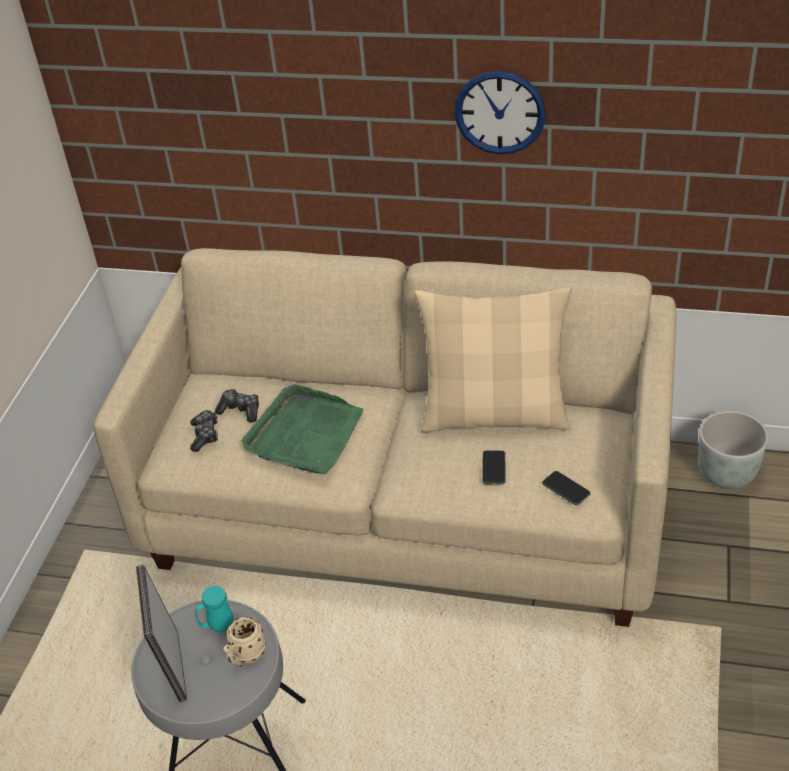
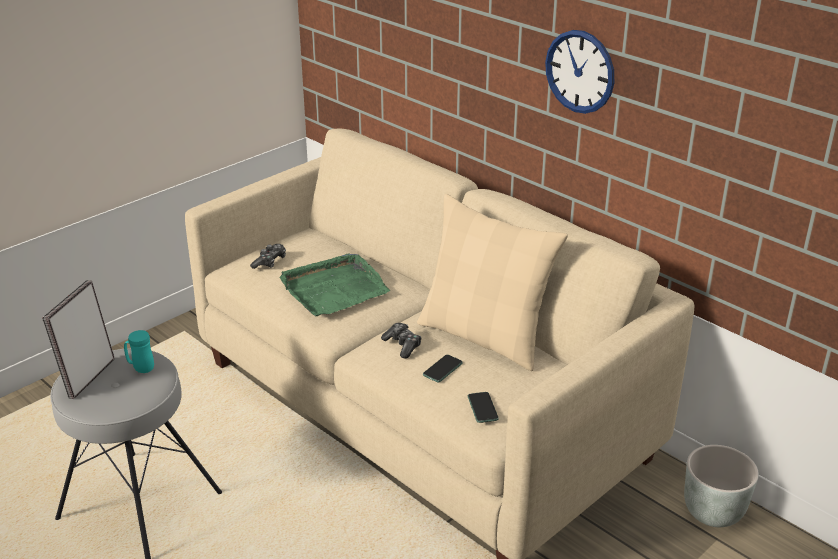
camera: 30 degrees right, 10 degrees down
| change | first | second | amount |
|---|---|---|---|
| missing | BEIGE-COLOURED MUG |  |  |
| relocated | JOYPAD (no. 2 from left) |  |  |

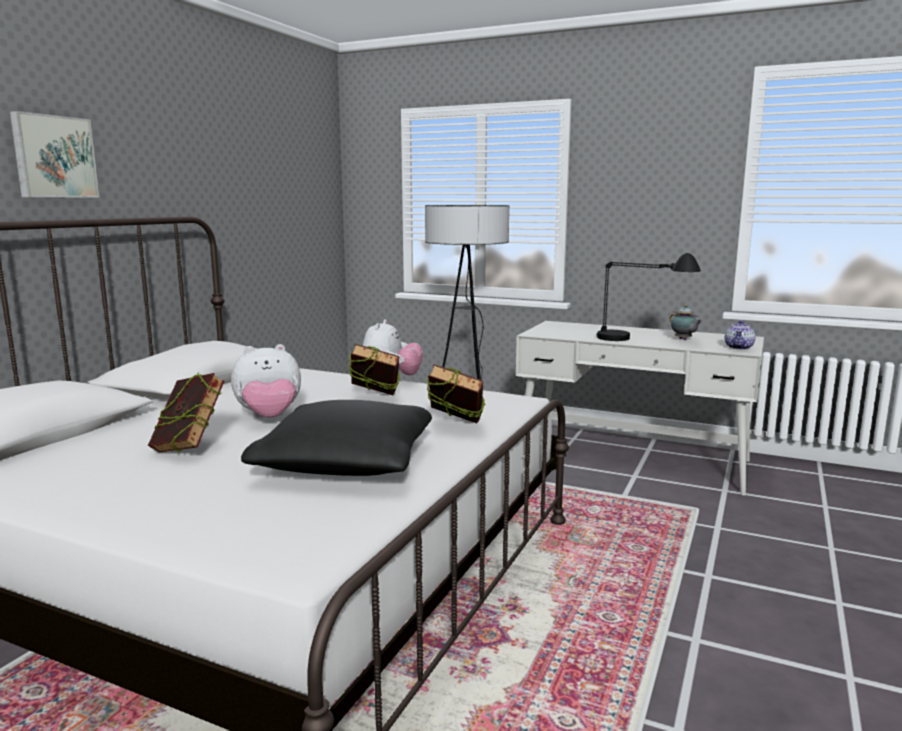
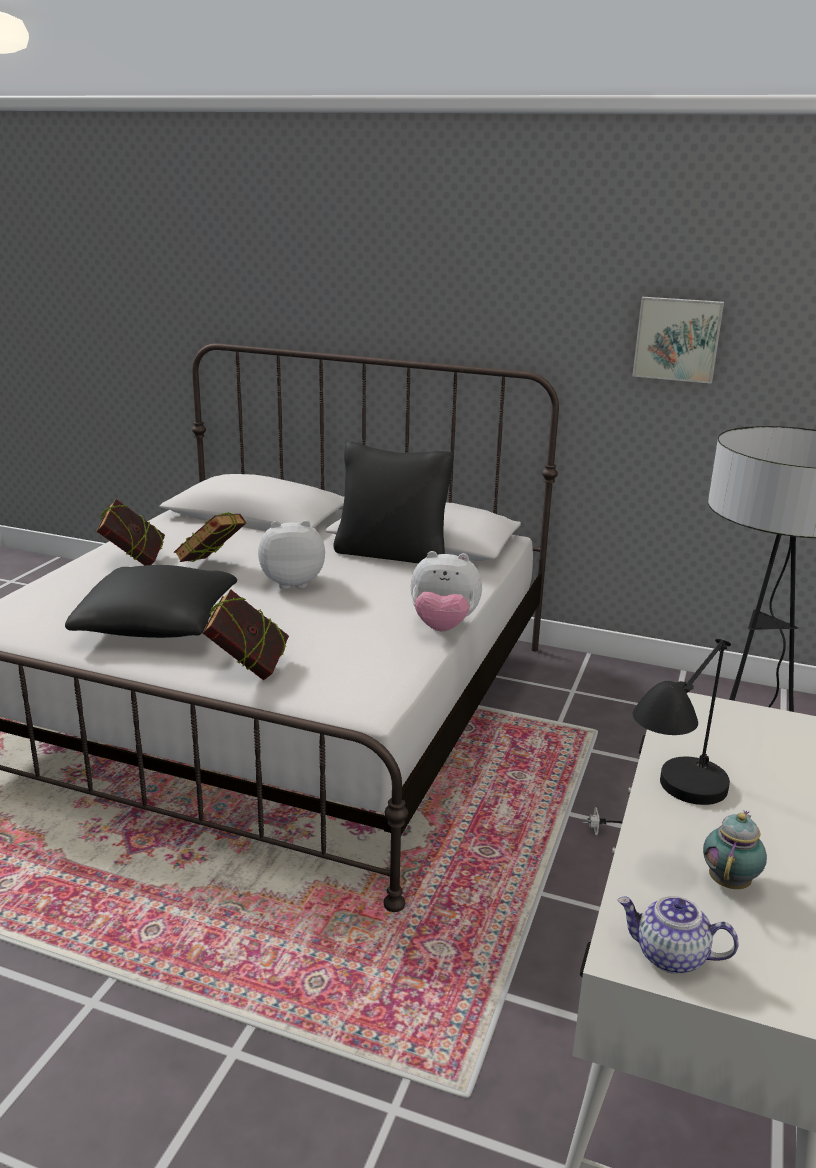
camera: 85 degrees right, 10 degrees up
| change | first | second | amount |
|---|---|---|---|
| appeared |  | BLACKISH PILLOW (no. 2 from left) |  |
| relocated | PICTURE |  |  |
| relocated | BOOK (no. 2 from left in the first image) | BOOK (no. 1 from left) |  |
| spun | SOFT TOY (no. 1 from left) |  | 105 degrees clockwise |
| spun | POT FOR TEA (no. 1 from left in the first image) | POT FOR TEA (no. 2 from left) | 150 degrees clockwise |

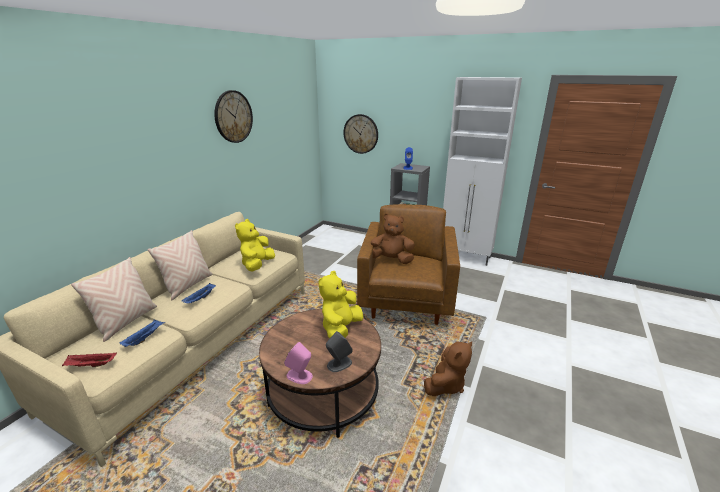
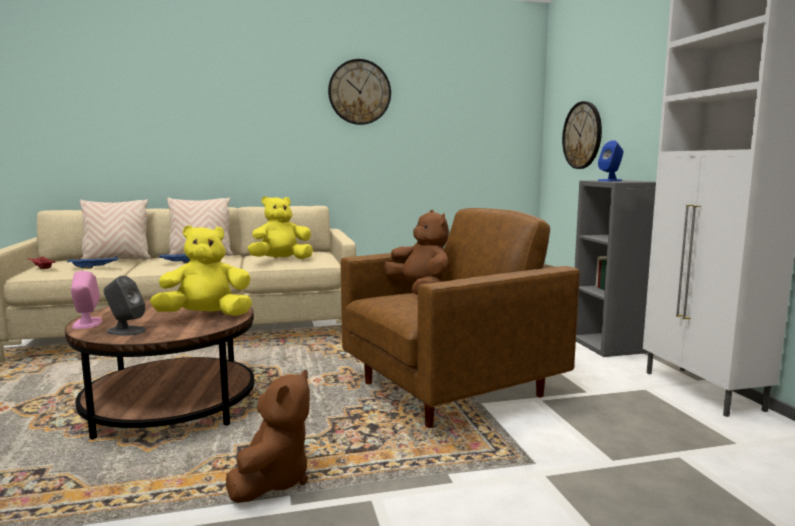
camera: 50 degrees right, 15 degrees down
| change | first | second | amount |
|---|---|---|---|
| spun | BROWNISH SOFT TOY (no. 2 from left in the first image) | BROWNISH SOFT TOY (no. 1 from left) | 75 degrees counterclockwise |

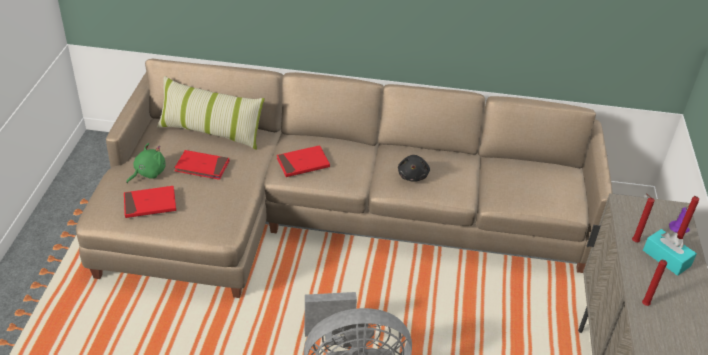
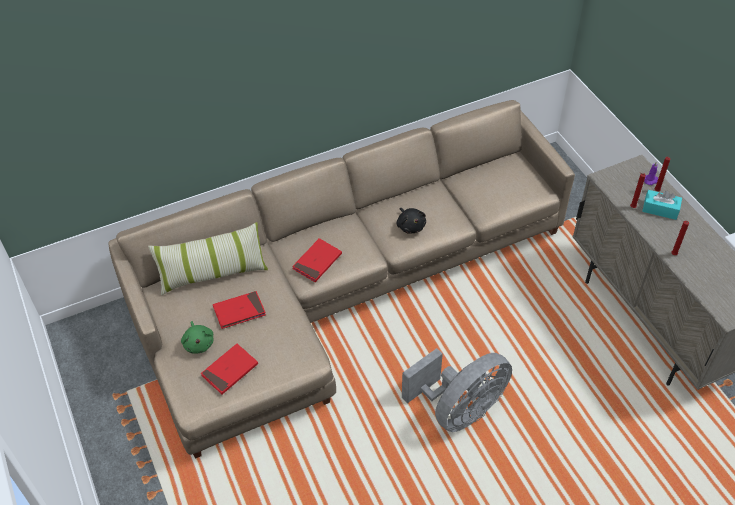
camera: 30 degrees left, 10 degrees up
| change | first | second | amount |
|---|---|---|---|
| spun | GREEN SOFT TOY |  | 150 degrees clockwise |

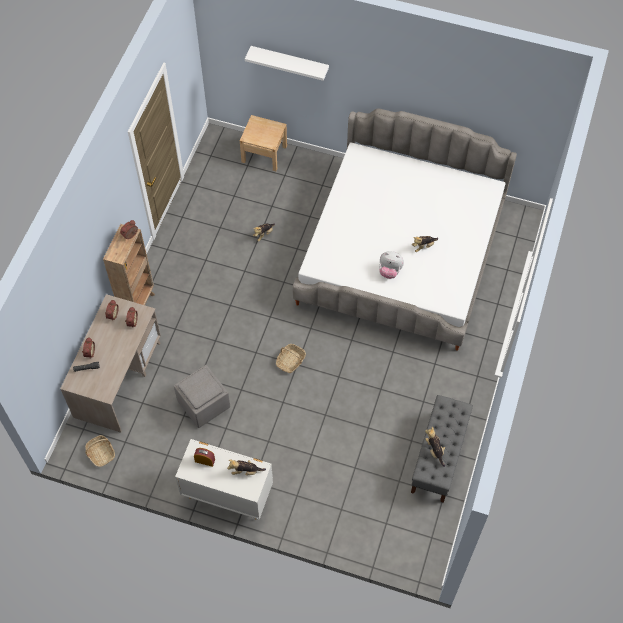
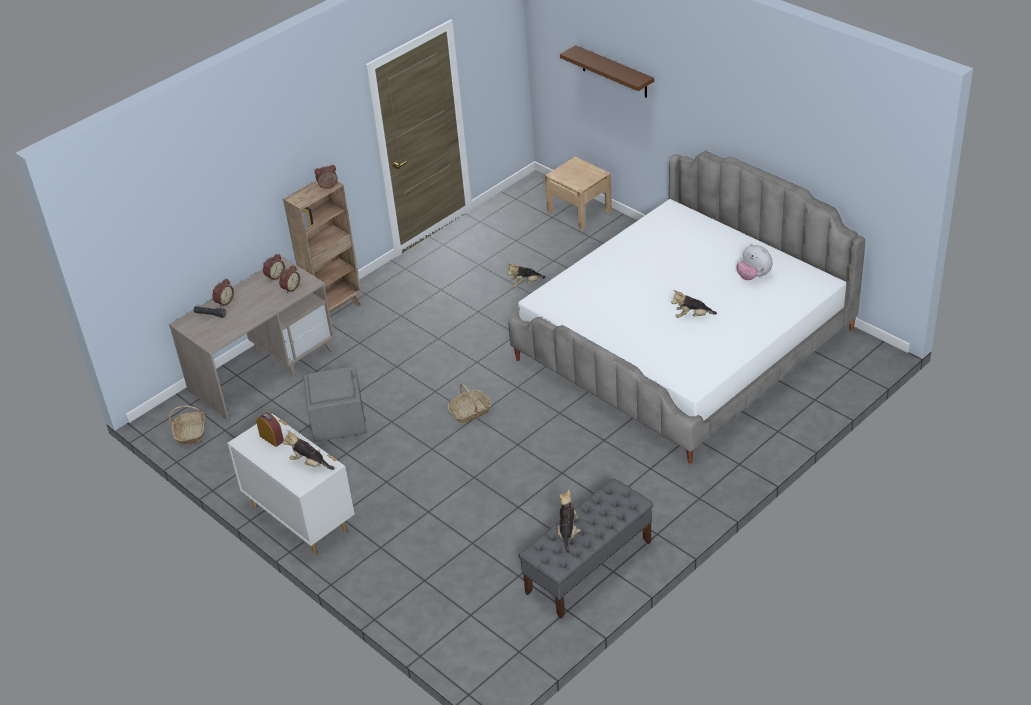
camera: 30 degrees right, 20 degrees down
| change | first | second | amount |
|---|---|---|---|
| relocated | SOFT TOY (no. 3 from left in the first image) | SOFT TOY (no. 5 from left) |  |
| colour | WHITE-COLOURED BRACKET SHELF | BROWNISH BRACKET SHELF |  |

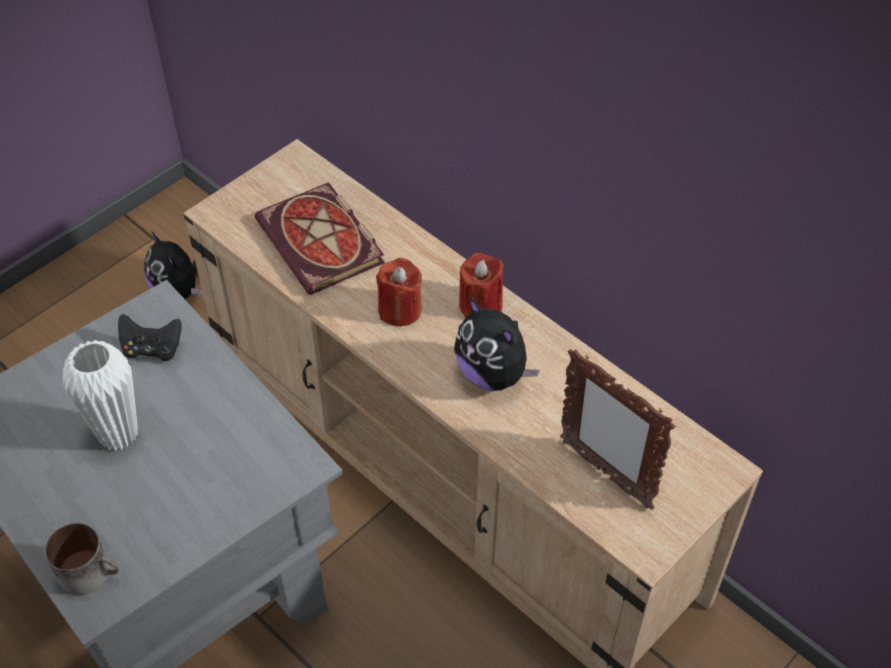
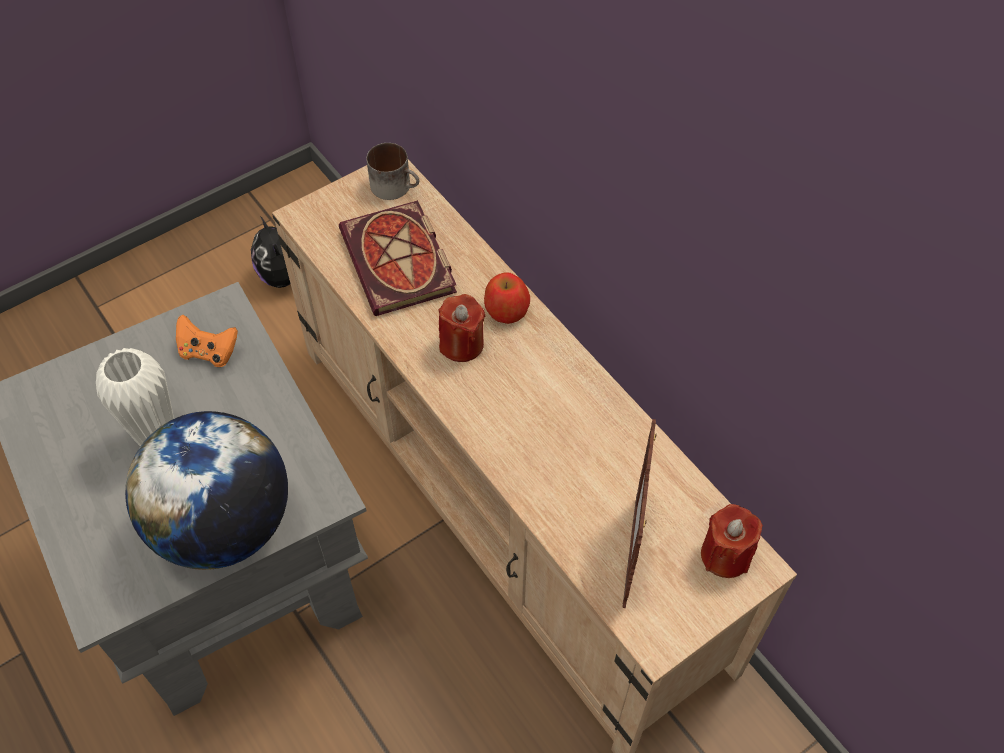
camera: 10 degrees right, 5 degrees up
| change | first | second | amount |
|---|---|---|---|
| missing | SOFT TOY (no. 2 from left) |  |  |
| appeared |  | DESK GLOBE |  |
| appeared |  | WHOLE APPLE |  |
| relocated | MUG |  |  |
| relocated | RED CANDLE (no. 2 from left) |  |  |
| colour | BLACKISH JOYPAD | ORANGE JOYPAD |  |
| spun | PHOTO FRAME |  | 45 degrees clockwise |

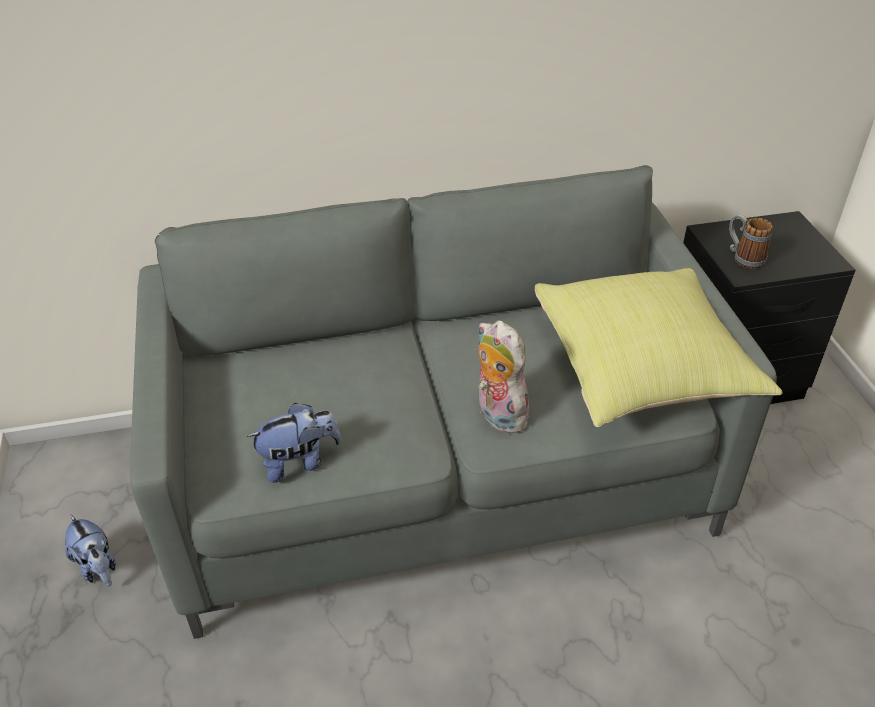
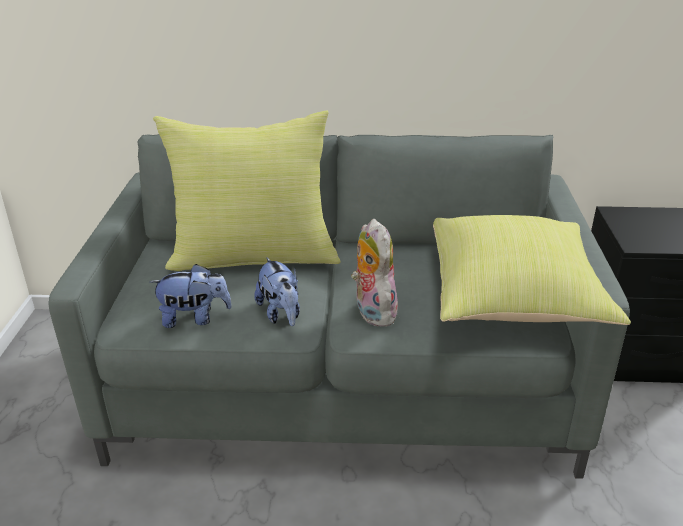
camera: 15 degrees right, 10 degrees down
| change | first | second | amount |
|---|---|---|---|
| missing | MUG |  |  |
| appeared |  | YELLOWISH PILLOW (no. 1 from left) |  |
| relocated | SOFT TOY (no. 1 from left in the first image) | SOFT TOY (no. 2 from left) |  |

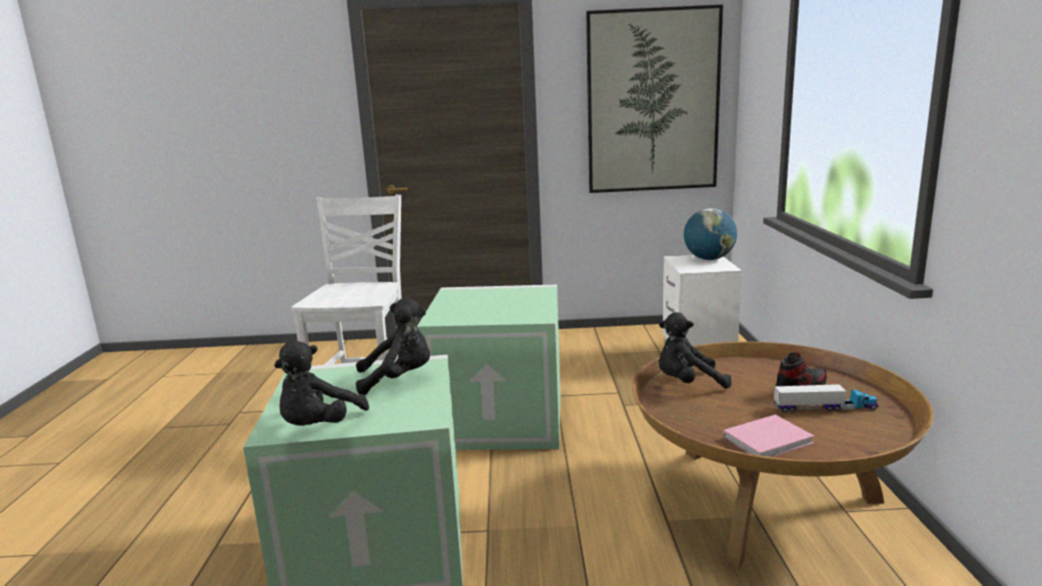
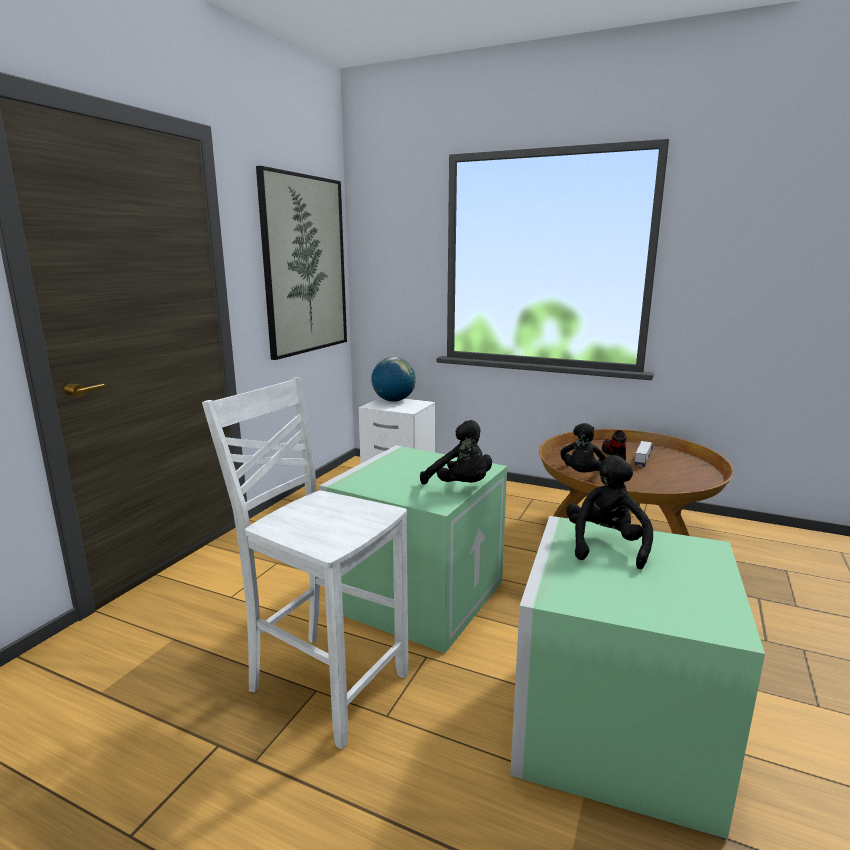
camera: 65 degrees left, 0 degrees up
| change | first | second | amount |
|---|---|---|---|
| missing | PINK-COLOURED BOOK |  |  |
| relocated | BLACKISH SOFT TOY (no. 1 from left) |  |  |

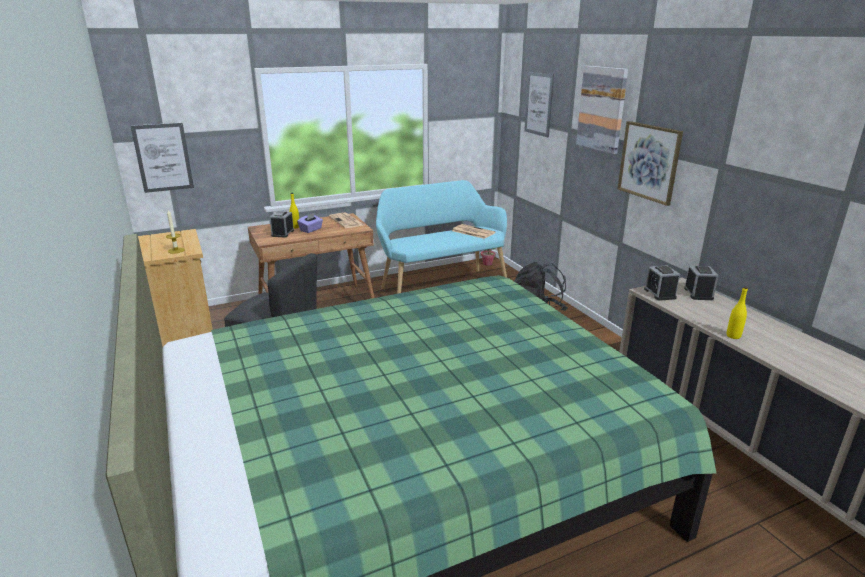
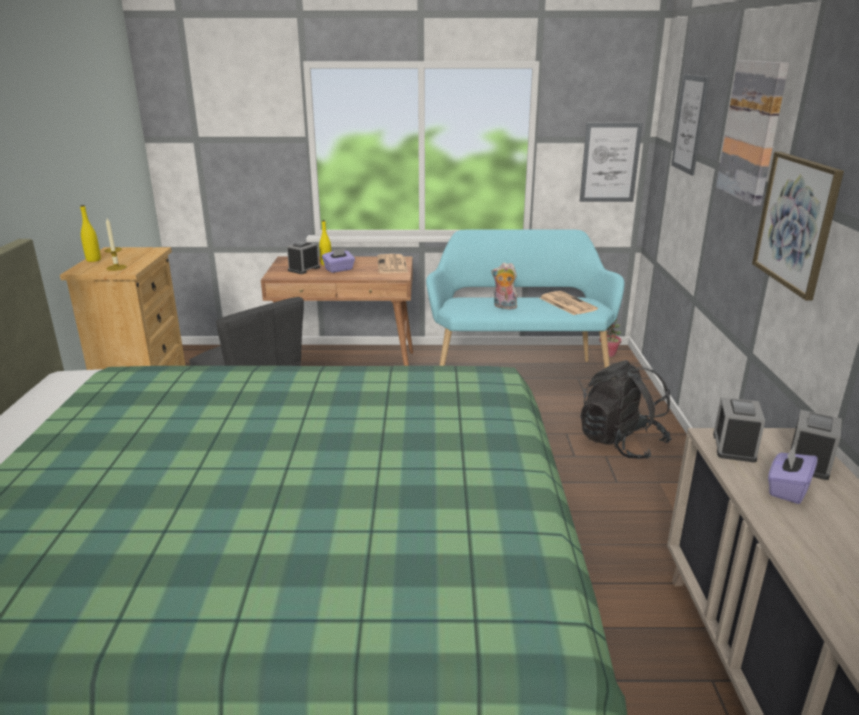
camera: 25 degrees right, 0 degrees up
| change | first | second | amount |
|---|---|---|---|
| appeared |  | SOFT TOY |  |
| appeared |  | PURPLISH TISSUE HOLDER (no. 2 from left) |  |
| relocated | PICTURE (no. 1 from left) |  |  |
| relocated | YELLOWISH BOTTLE (no. 2 from left in the first image) | YELLOWISH BOTTLE (no. 1 from left) |  |

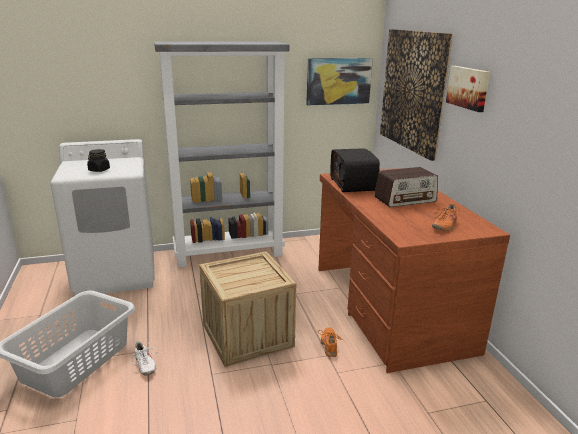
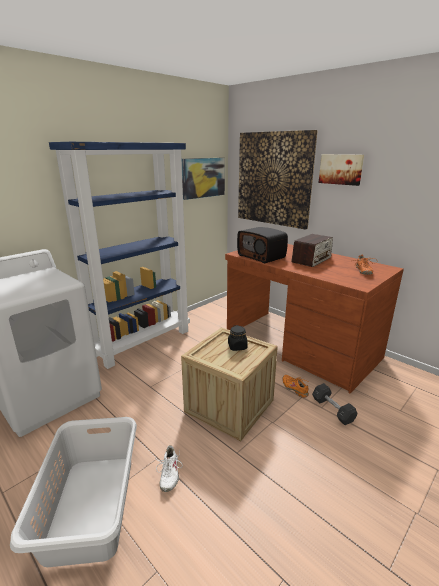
camera: 30 degrees left, 0 degrees up
| change | first | second | amount |
|---|---|---|---|
| appeared |  | GRAY FREE WEIGHT |  |
| relocated | BLACKISH JAR |  |  |
| colour | GRAY SHELVING UNIT | BLUE SHELVING UNIT |  |
| spun | WHITE-COLOURED ITEM OF FOOTWEAR |  | 60 degrees clockwise |

